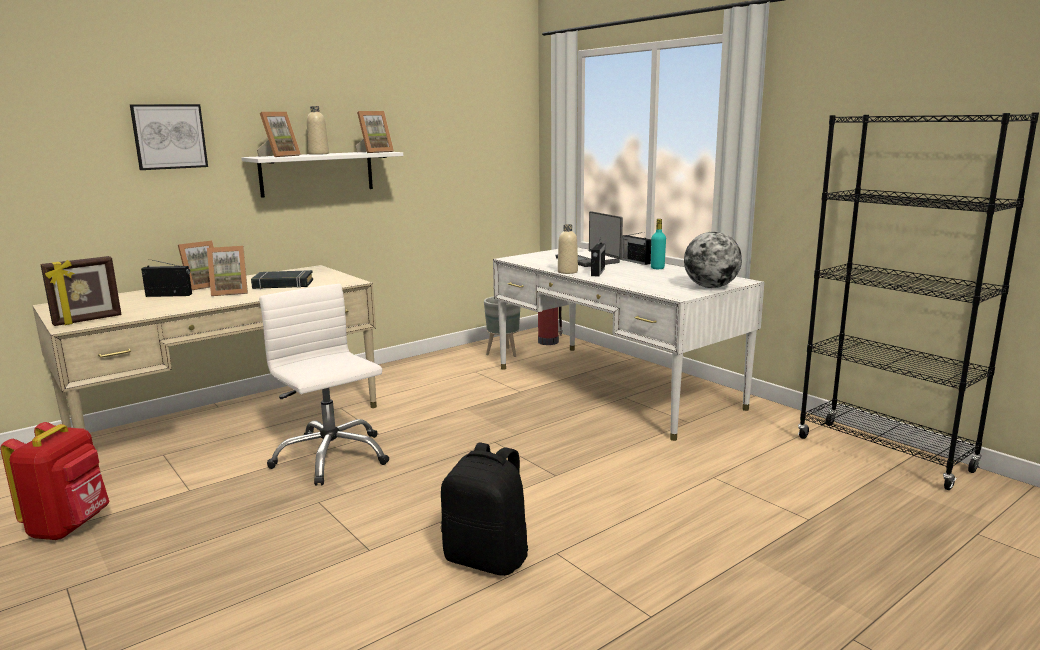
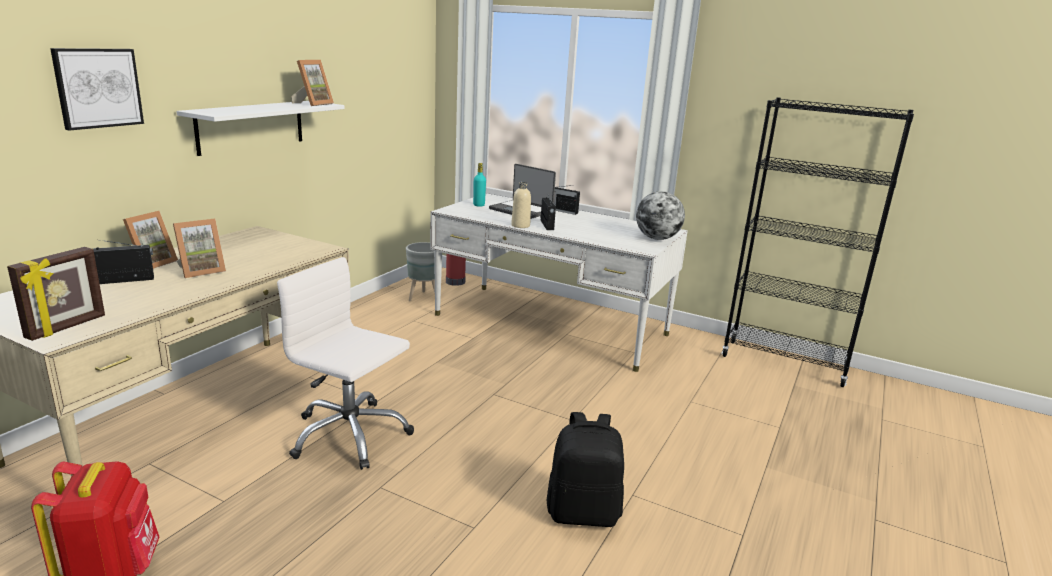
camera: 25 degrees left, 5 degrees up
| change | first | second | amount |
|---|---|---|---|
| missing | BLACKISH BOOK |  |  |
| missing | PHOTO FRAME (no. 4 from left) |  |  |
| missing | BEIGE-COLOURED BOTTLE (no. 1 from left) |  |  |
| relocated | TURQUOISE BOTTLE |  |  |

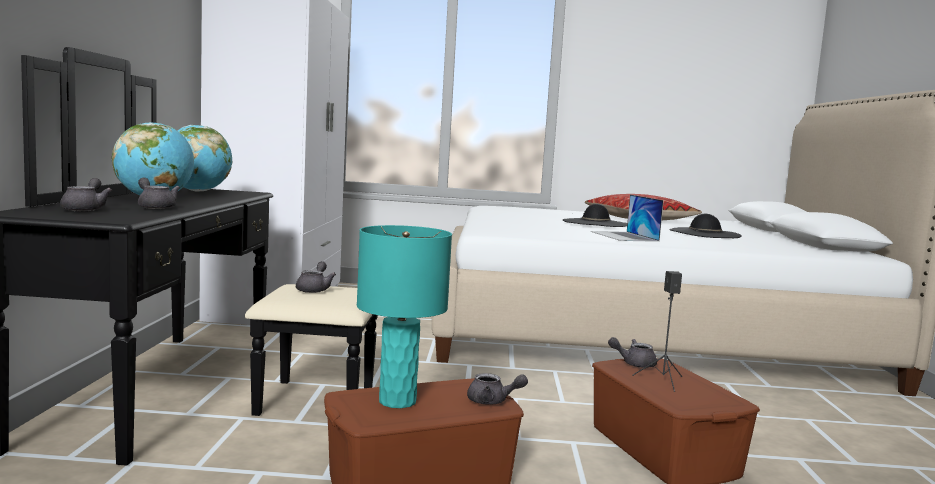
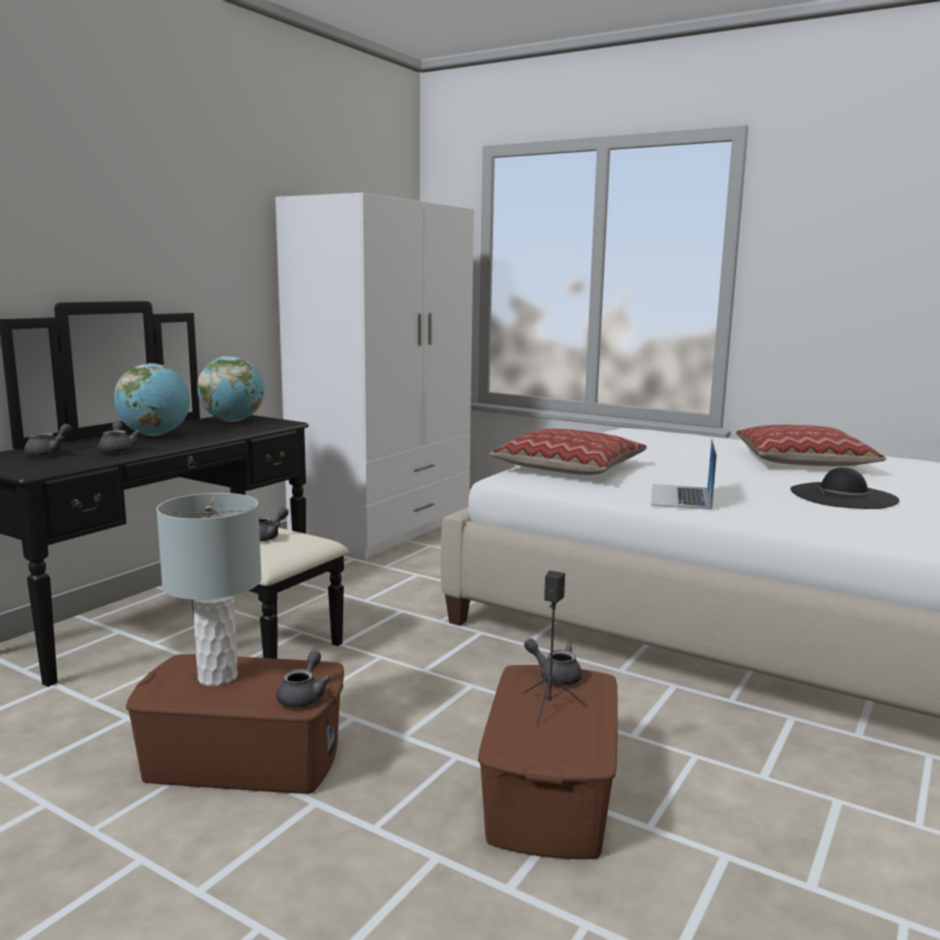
camera: 30 degrees right, 5 degrees up
| change | first | second | amount |
|---|---|---|---|
| missing | BLACKISH CLOTHING HAT (no. 1 from left) |  |  |
| appeared |  | PILLOW (no. 1 from left) |  |
| colour | TURQUOISE TABLE LAMP | GRAY TABLE LAMP |  |
| spun | GRAY POT FOR TEA (no. 4 from left) |  | 120 degrees counterclockwise |

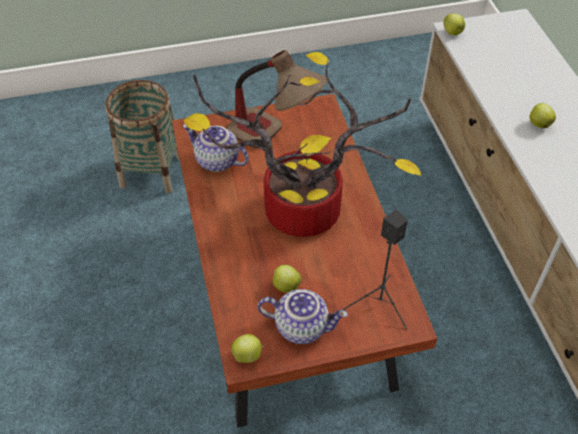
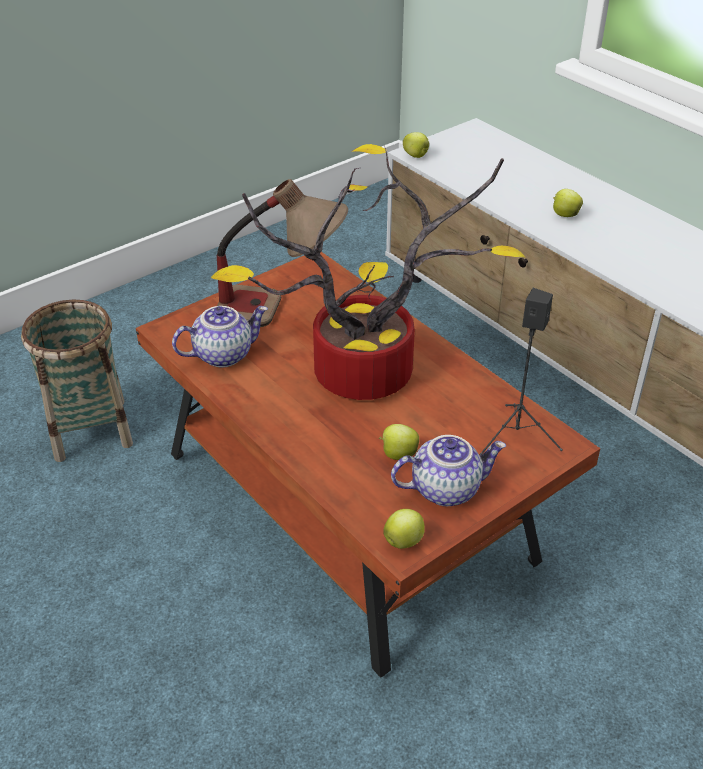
camera: 25 degrees left, 10 degrees down
| change | first | second | amount |
|---|---|---|---|
| spun | POT FOR TEA (no. 1 from left) |  | 150 degrees clockwise |

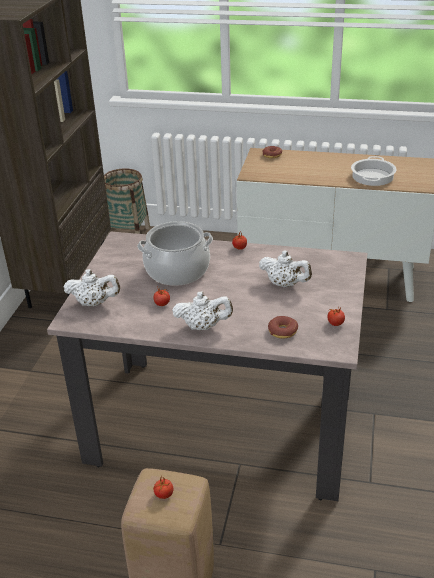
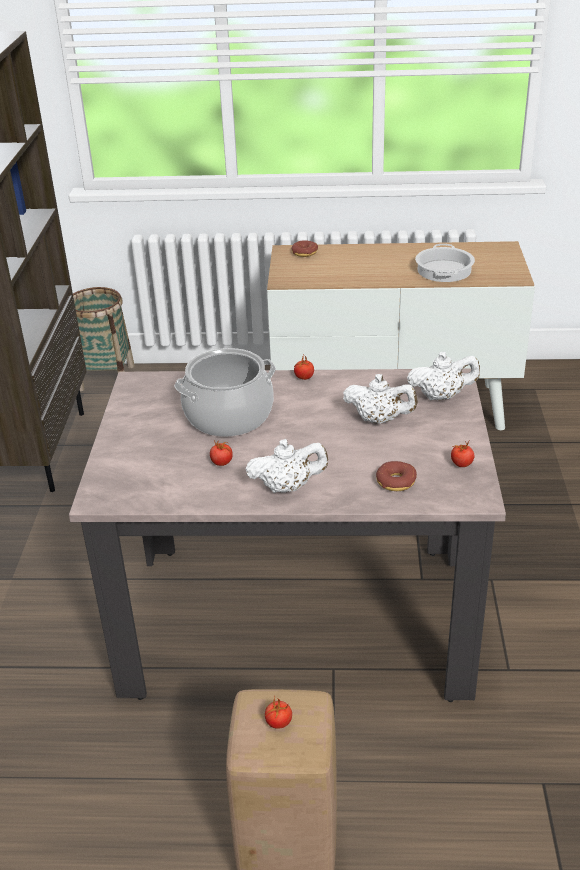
camera: 10 degrees left, 0 degrees up
| change | first | second | amount |
|---|---|---|---|
| relocated | WHITE-COLOURED POT FOR TEA (no. 1 from left in the first image) | WHITE-COLOURED POT FOR TEA (no. 3 from left) |  |

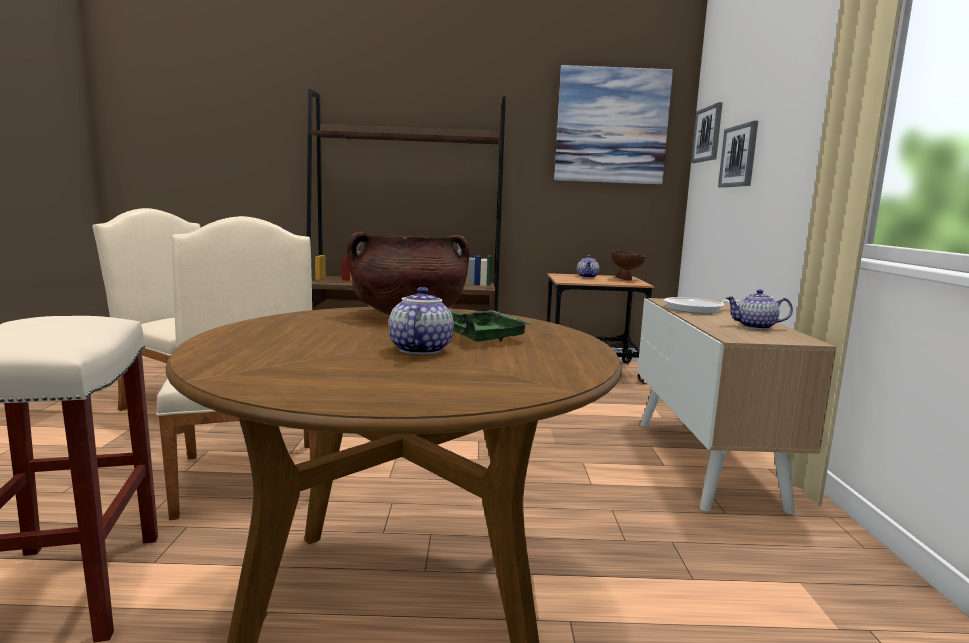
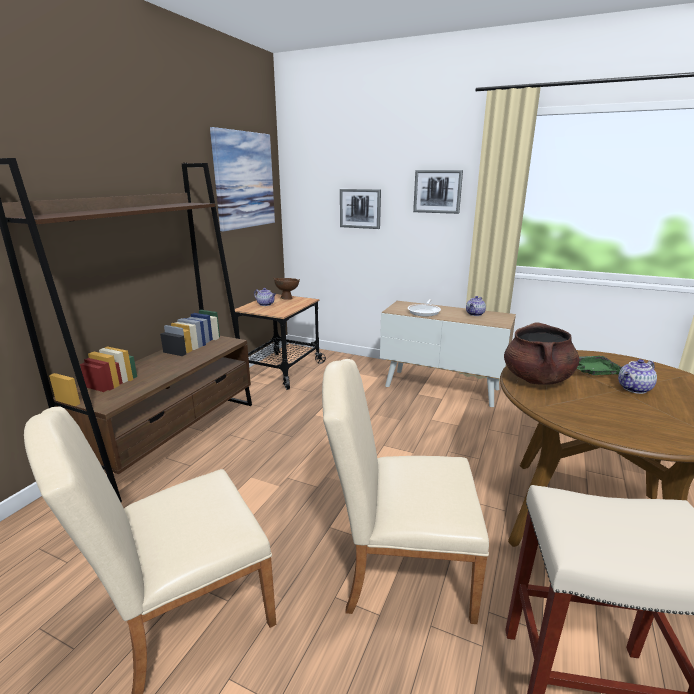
camera: 65 degrees left, 10 degrees up
| change | first | second | amount |
|---|---|---|---|
| relocated | PICTURE (no. 2 from left in the first image) | PICTURE (no. 3 from left) |  |
| spun | POT FOR TEA (no. 1 from left in the first image) | POT FOR TEA (no. 3 from left) | 60 degrees counterclockwise |

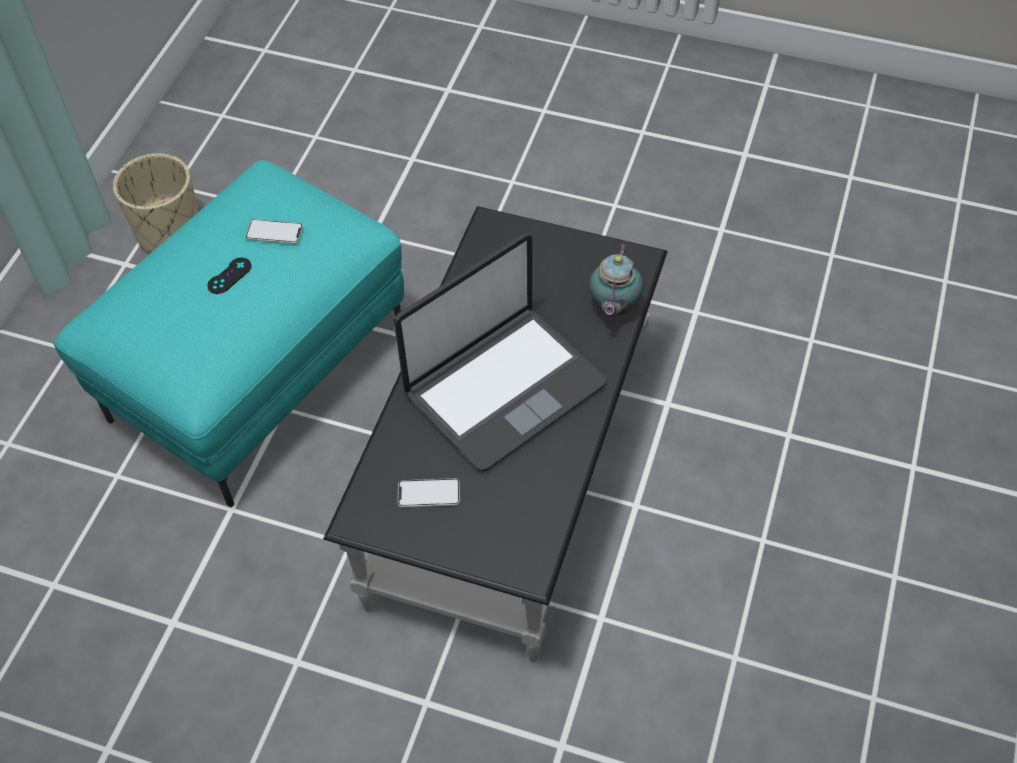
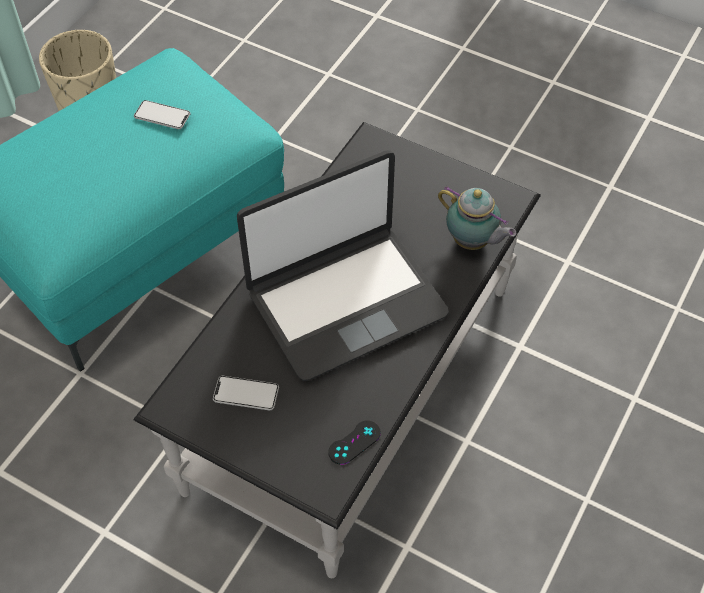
camera: 10 degrees right, 0 degrees up
| change | first | second | amount |
|---|---|---|---|
| relocated | BLACKISH JOYPAD |  |  |
| spun | POT FOR TEA |  | 75 degrees counterclockwise |

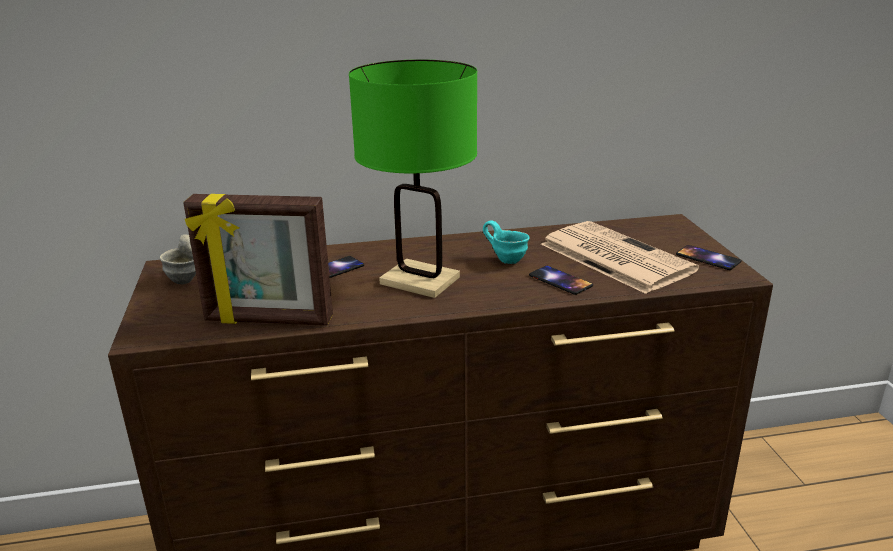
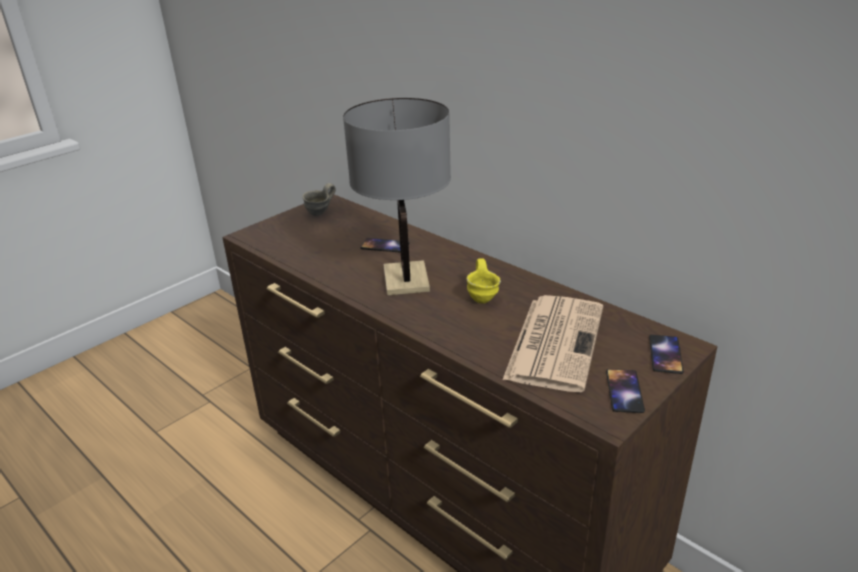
camera: 55 degrees right, 5 degrees up
| change | first | second | amount |
|---|---|---|---|
| missing | PHOTO FRAME |  |  |
| relocated | PHONE (no. 2 from left in the first image) | PHONE (no. 3 from left) |  |
| colour | GREEN TABLE LAMP | GRAY TABLE LAMP |  |
| colour | TURQUOISE MUG | YELLOWISH MUG |  |

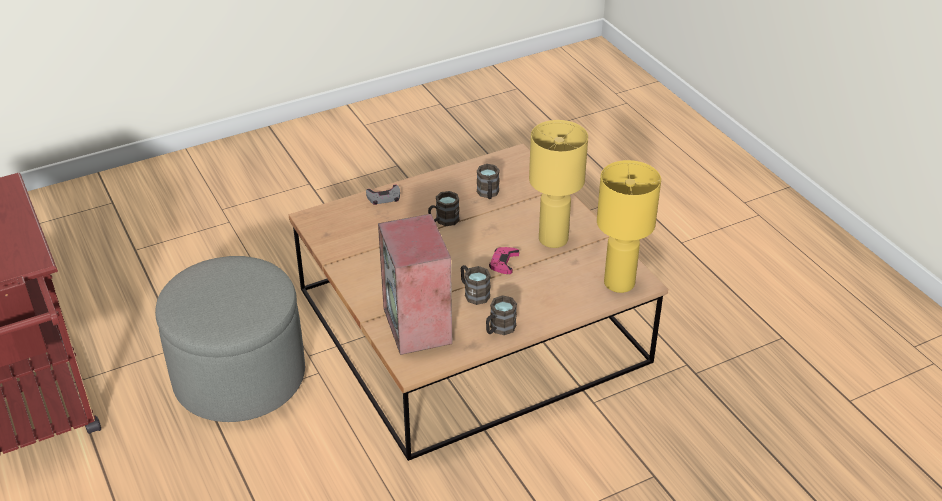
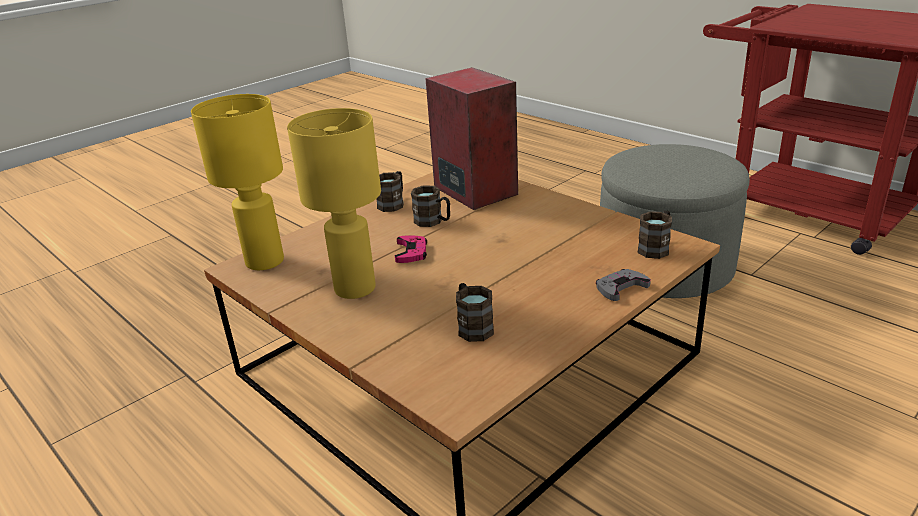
camera: 165 degrees right, 10 degrees down
| change | first | second | amount |
|---|---|---|---|
| relocated | BROWNISH MUG (no. 1 from left in the first image) | BROWNISH MUG (no. 4 from left) |  |

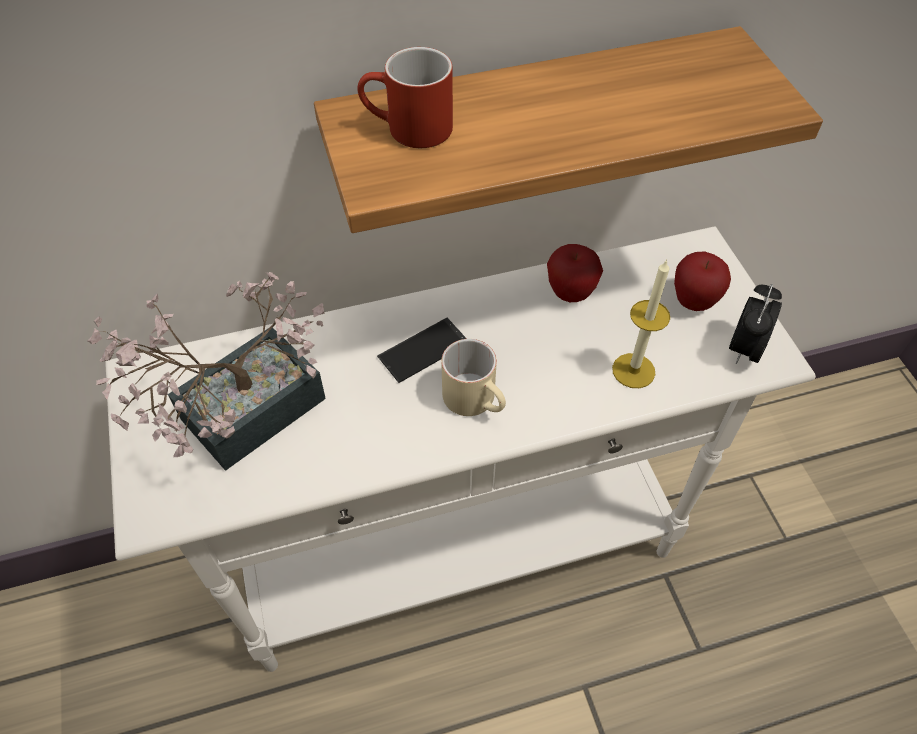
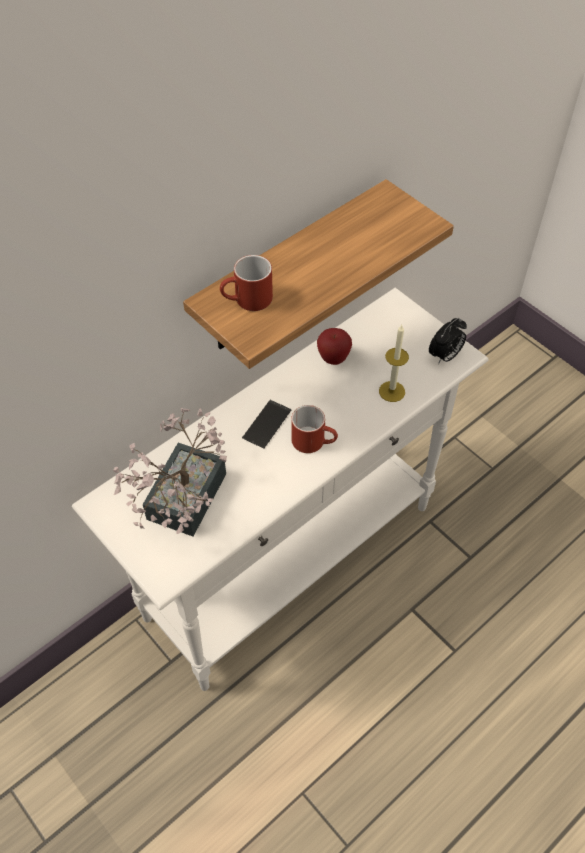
camera: 25 degrees left, 0 degrees up
| change | first | second | amount |
|---|---|---|---|
| missing | WHOLE APPLE (no. 2 from left) |  |  |
| colour | BEIGE-COLOURED MUG | RED MUG (no. 2 from left) |  |
| spun | ALARM CLOCK |  | 135 degrees counterclockwise |

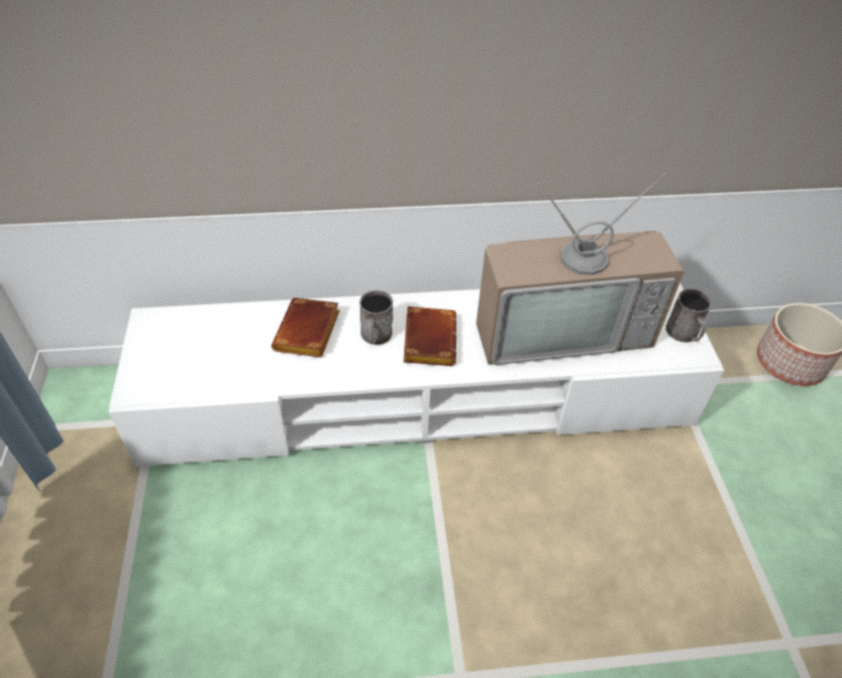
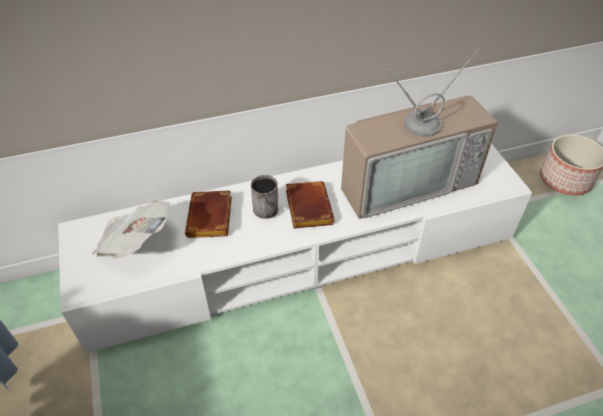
camera: 10 degrees left, 0 degrees up
| change | first | second | amount |
|---|---|---|---|
| missing | GRAY MUG (no. 2 from left) |  |  |
| appeared |  | NEWSPAPER |  |

